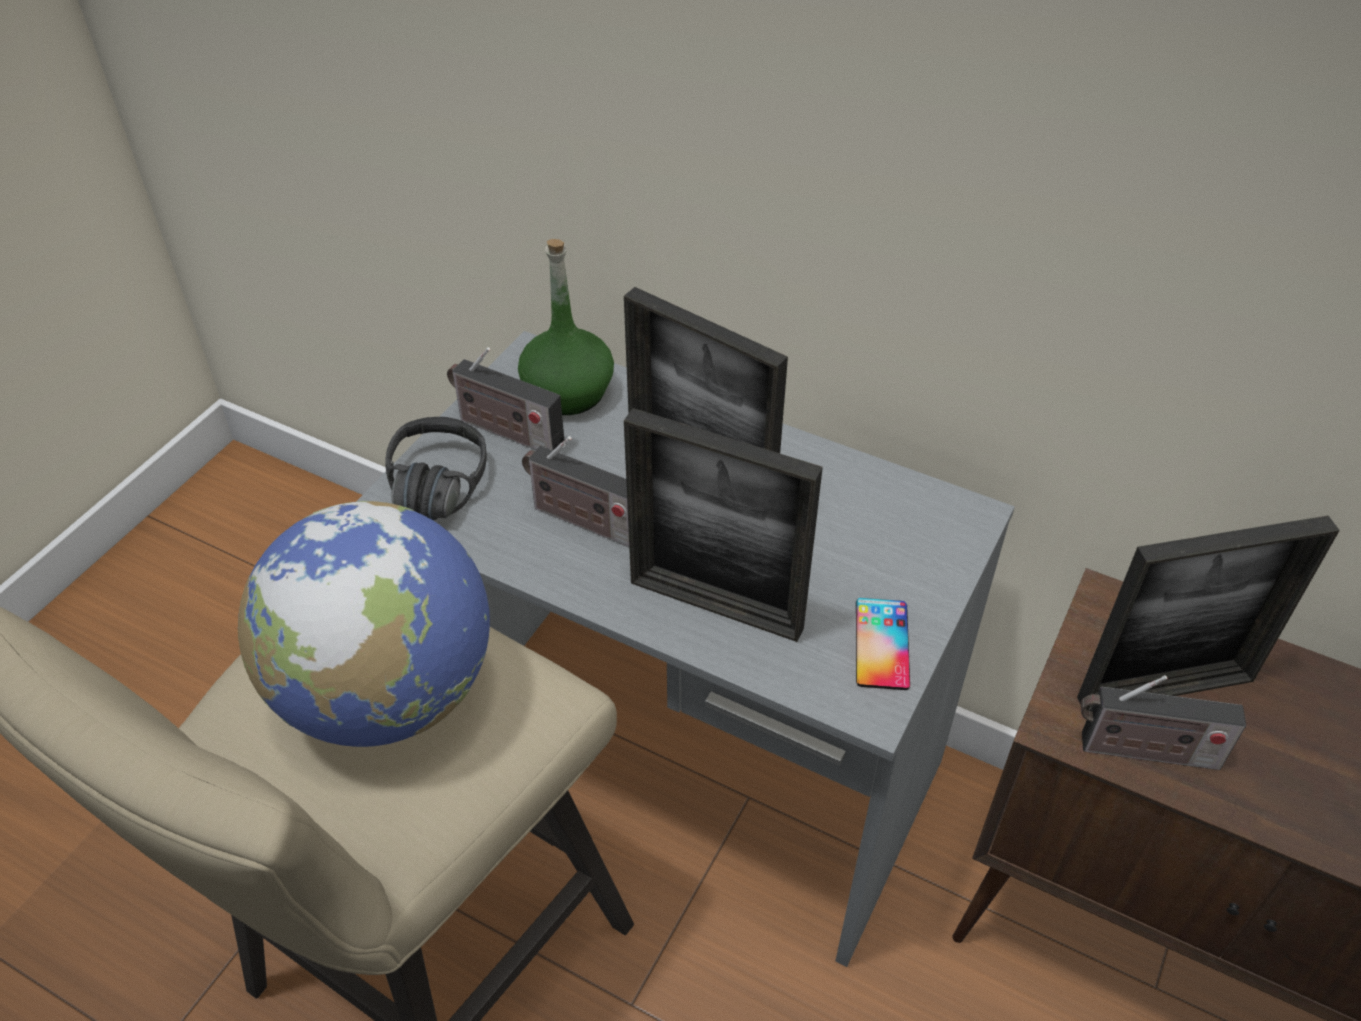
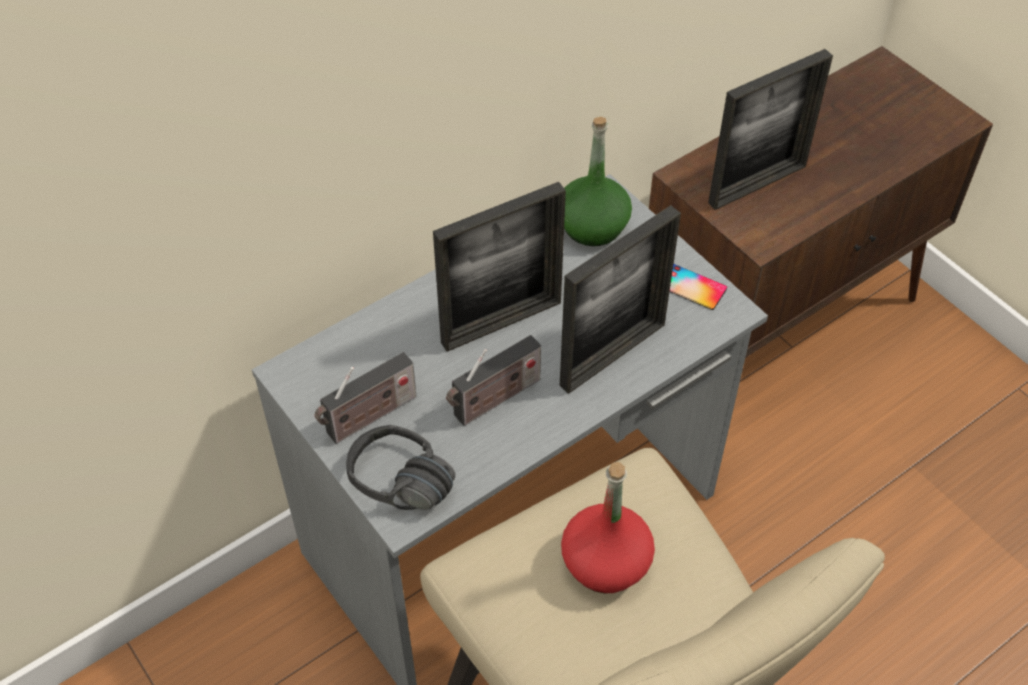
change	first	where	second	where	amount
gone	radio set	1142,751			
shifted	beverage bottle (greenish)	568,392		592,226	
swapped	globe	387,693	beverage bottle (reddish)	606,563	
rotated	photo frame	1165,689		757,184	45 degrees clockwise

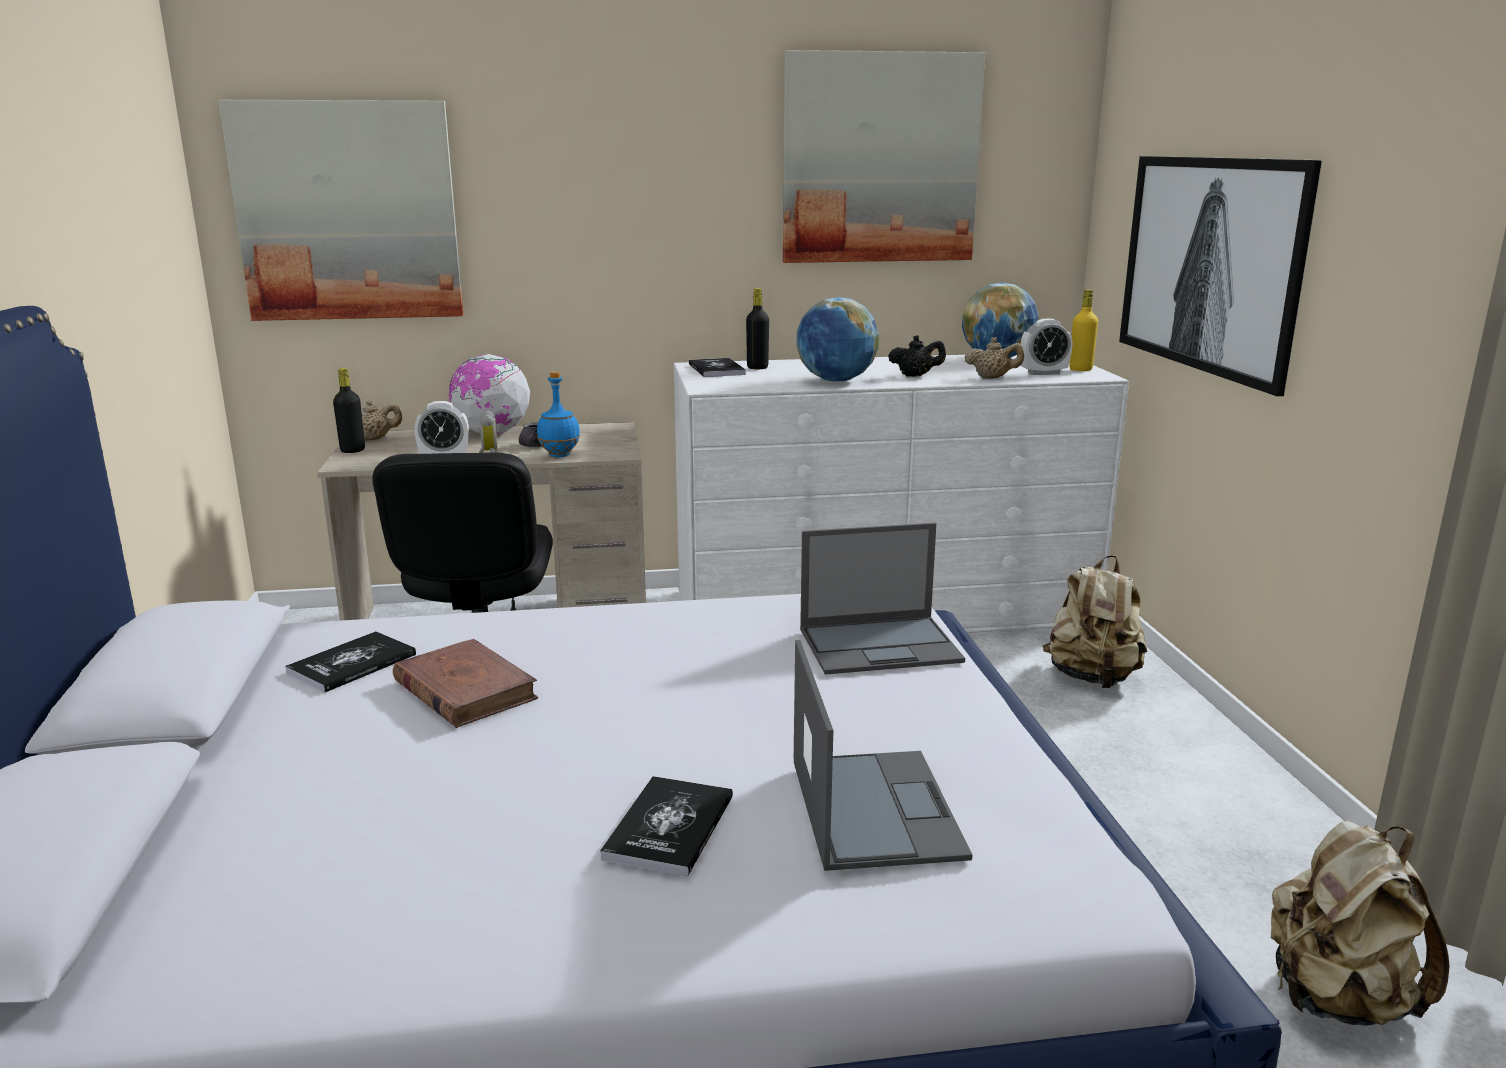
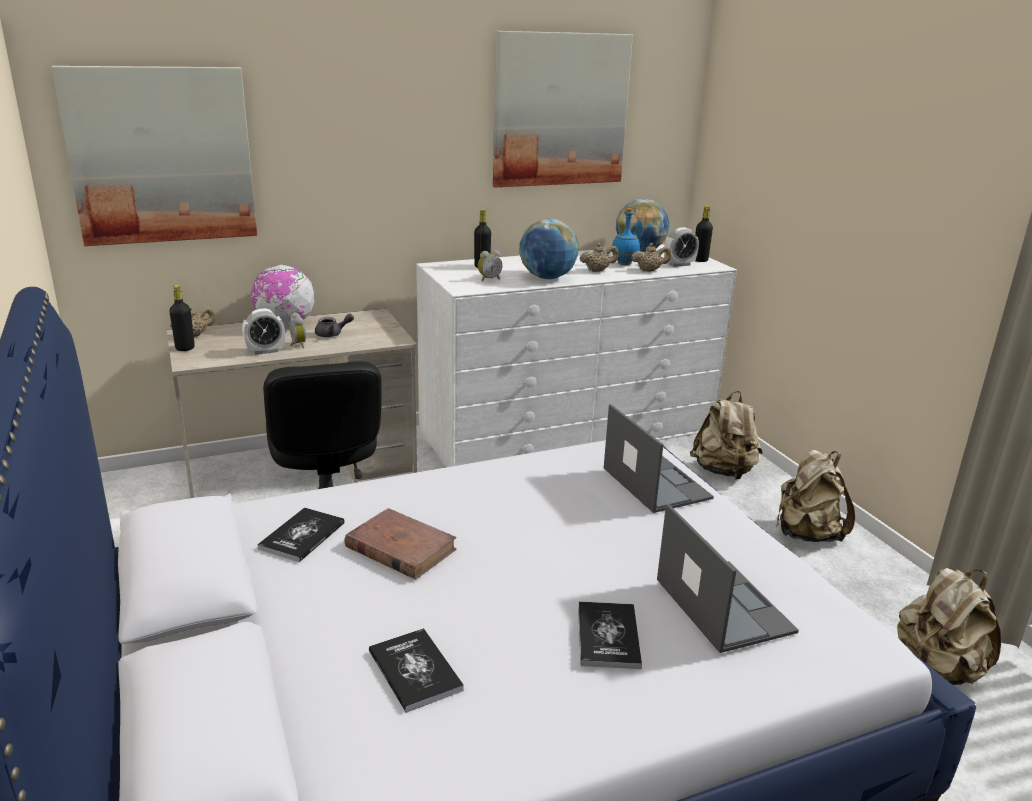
change	first	where	second	where	amount
gone	wall picture	1212,264			
new			table clock	489,279	
new			rucksack (beige)	806,534	
shifted	beverage bottle (blue-coloured)	560,455		624,263	
shifted	volume	716,369		415,671	
repainted	teapot (blackish)	916,376	teapot (beige)	597,270	
repainted	beverage bottle (yellowish)	1080,369	beverage bottle (blackish)	700,260	
rotated	portable computer	881,645		655,482	90 degrees counterclockwise

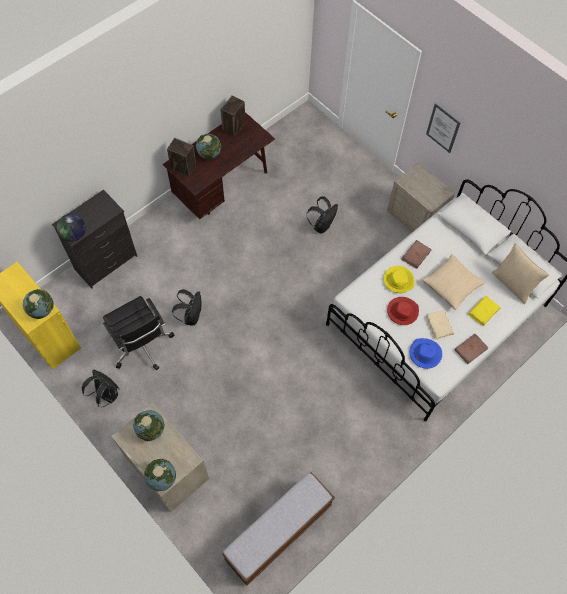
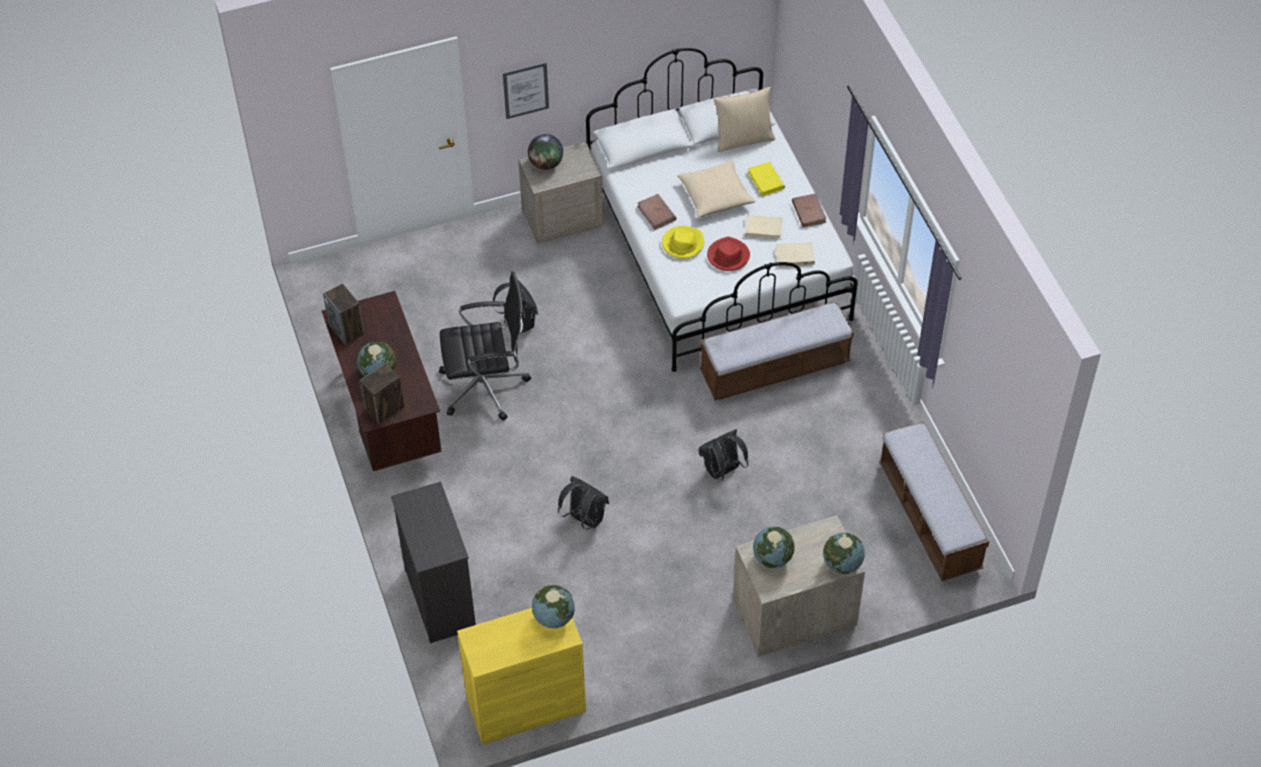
change	first	where	second	where	amount
new			long seat	775,368	
shifted	globe	74,235		546,164	
shifted	rucksack (blackish)	106,395		722,471	
shifted	desk chair (blackish)	142,346		487,386	
swapped	hat (blue-coloured)	425,354	volume (beige)	794,256	

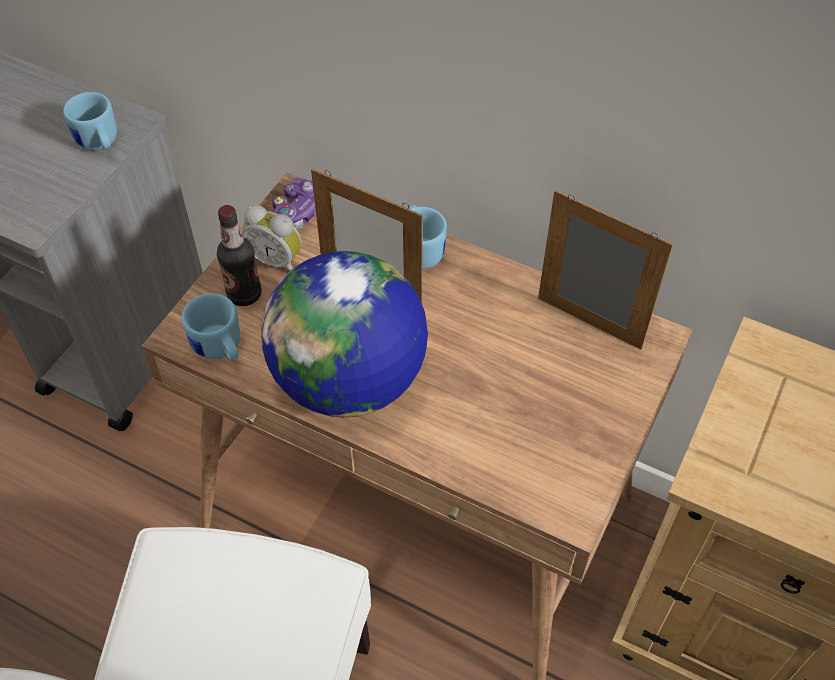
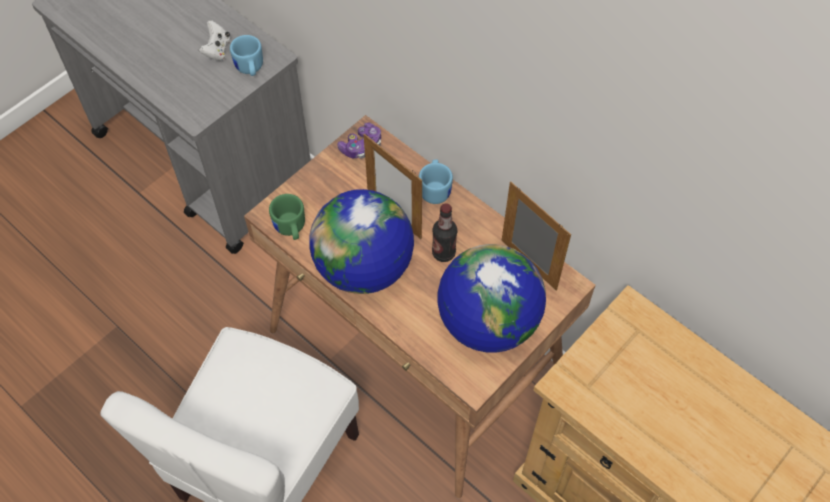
change	first	where	second	where	amount
gone	table clock	277,260			
new			joypad (white-coloured)	217,50	
new			globe	487,322	
shifted	beverage bottle	244,294		443,253	
repainted	mug (blue-coloured)	220,349	mug (greenish)	290,229	

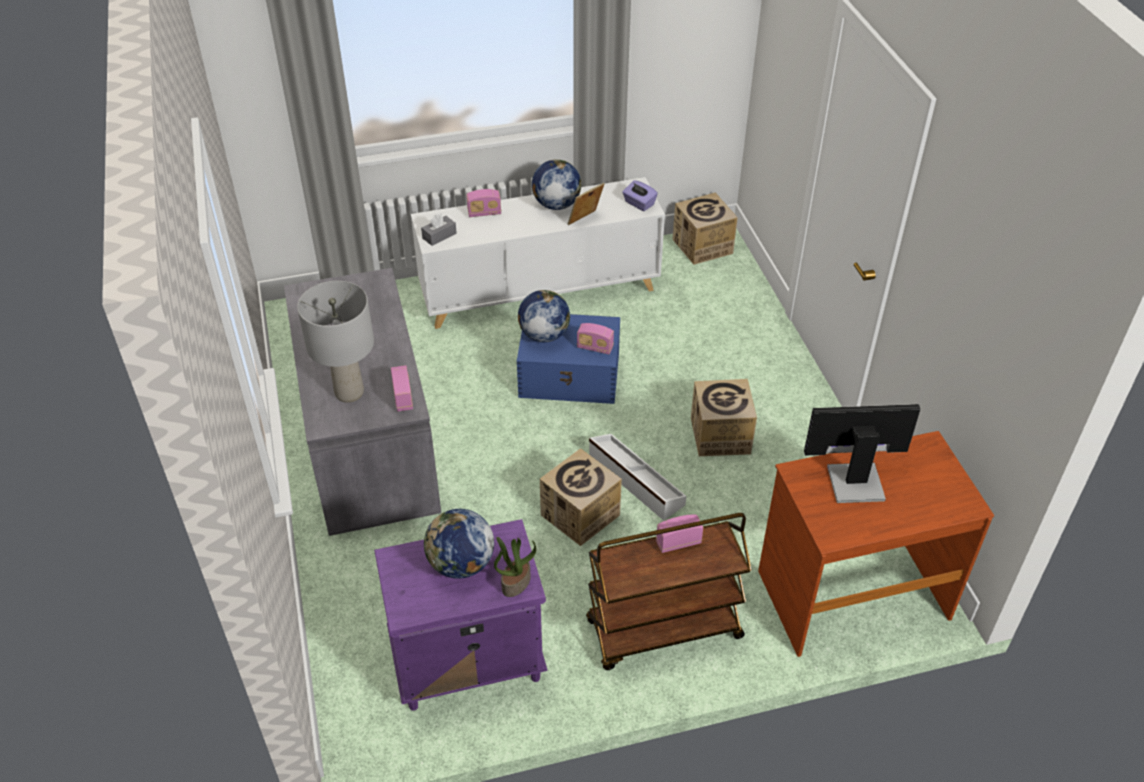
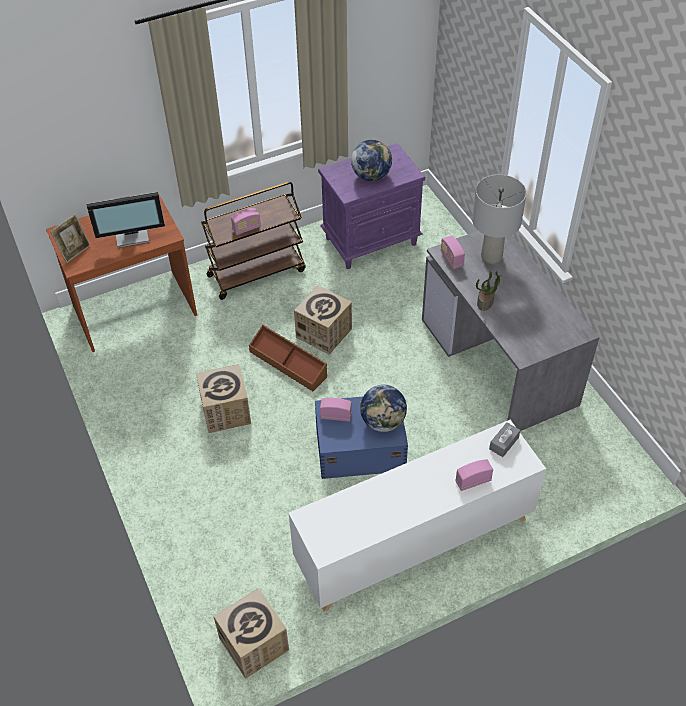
change	first	where	second	where	amount
gone	globe	556,204			
gone	tissue box (purple-coloured)	639,204			
shifted	potted plant	516,582		485,302	
shifted	photo frame	585,221		74,251	
repainted	storage bin (white-coloured)	635,481	storage bin (brown)	288,363	

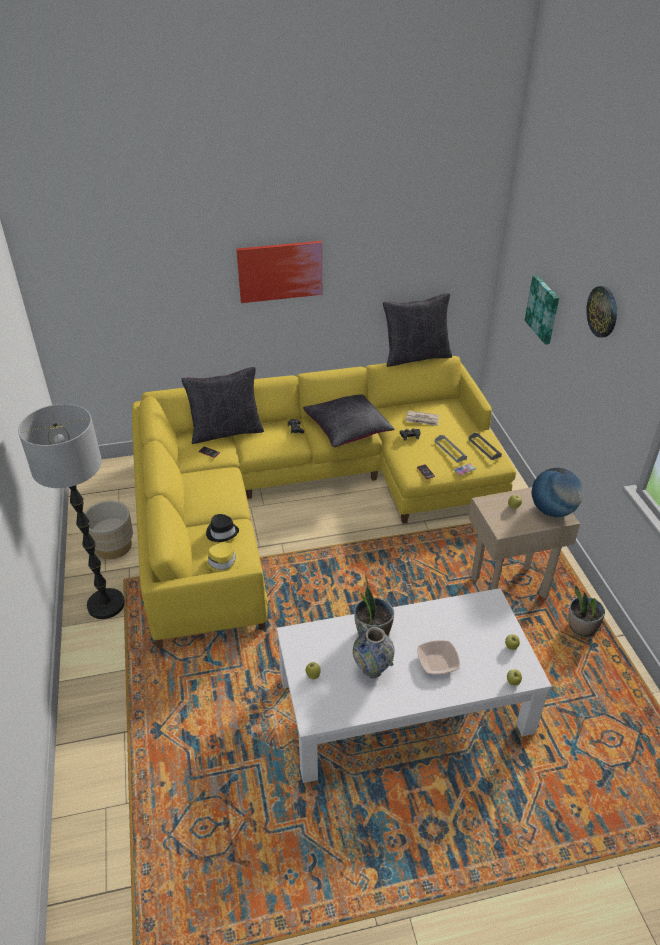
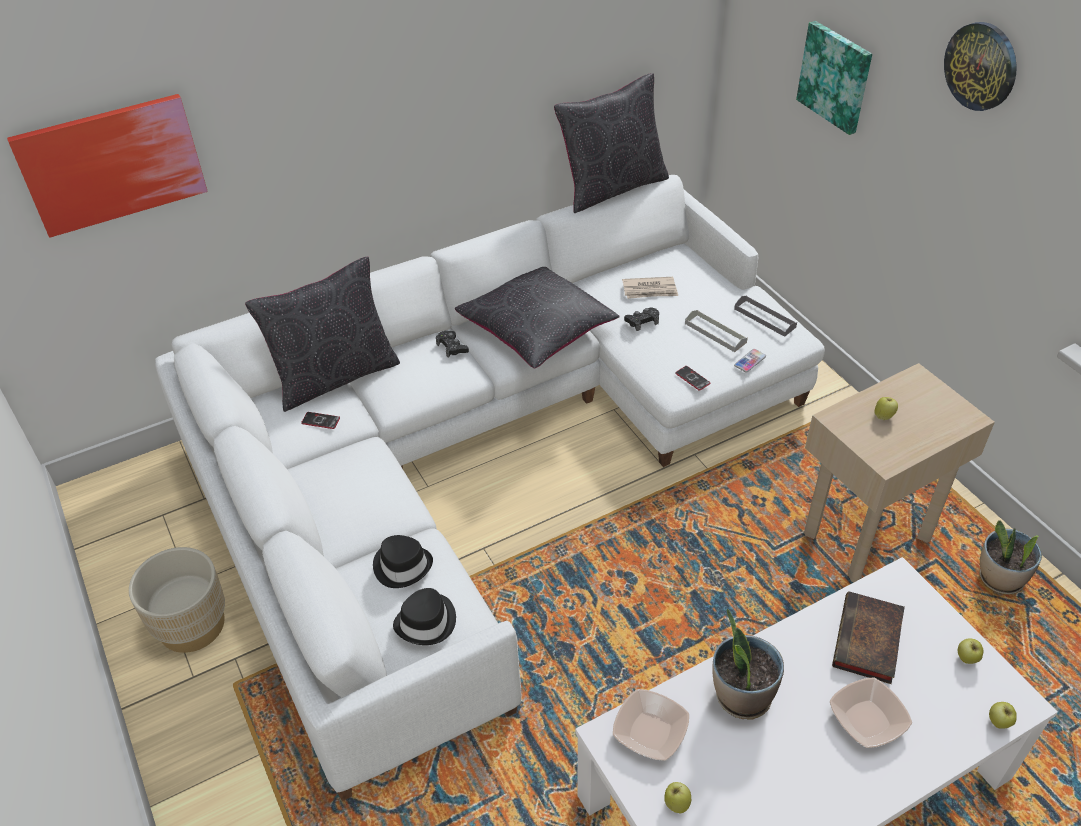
change	first	where	second	where	amount
gone	standing lamp	106,604			
gone	vase	372,670			
gone	globe	552,510			
new			serving bowl	650,731	
new			volume	868,642	
shifted	wall picture	280,271		112,164	
repainted	settee (yellowish)	303,494	settee (white-coloured)	484,451	
repainted	hat (yellowish)	223,562	hat (blackish)	427,622	

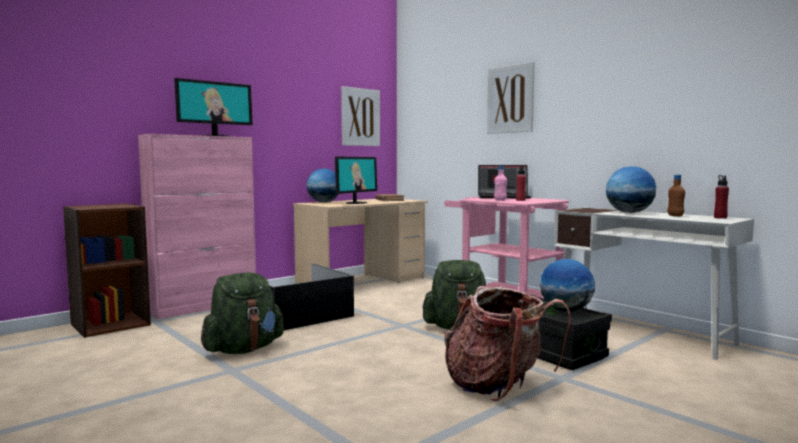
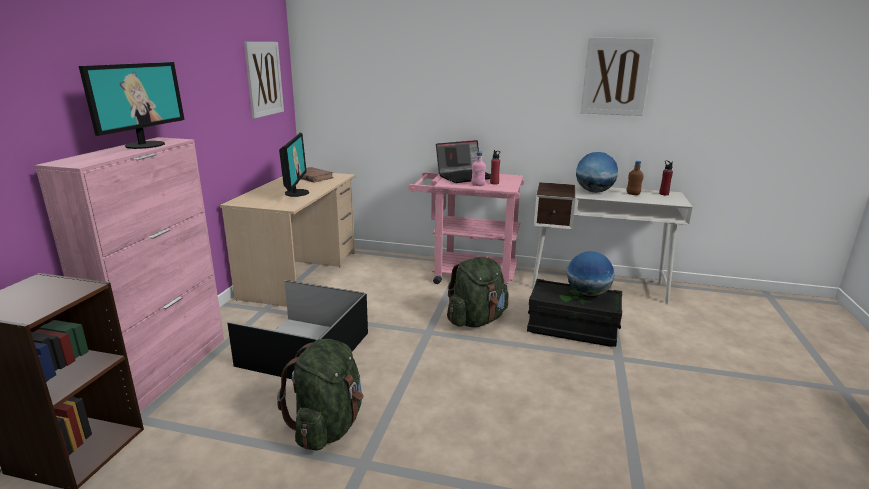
change	first	where	second	where	amount
gone	globe	324,202			
gone	rucksack	498,386			
shifted	wall picture	510,99		615,77	

